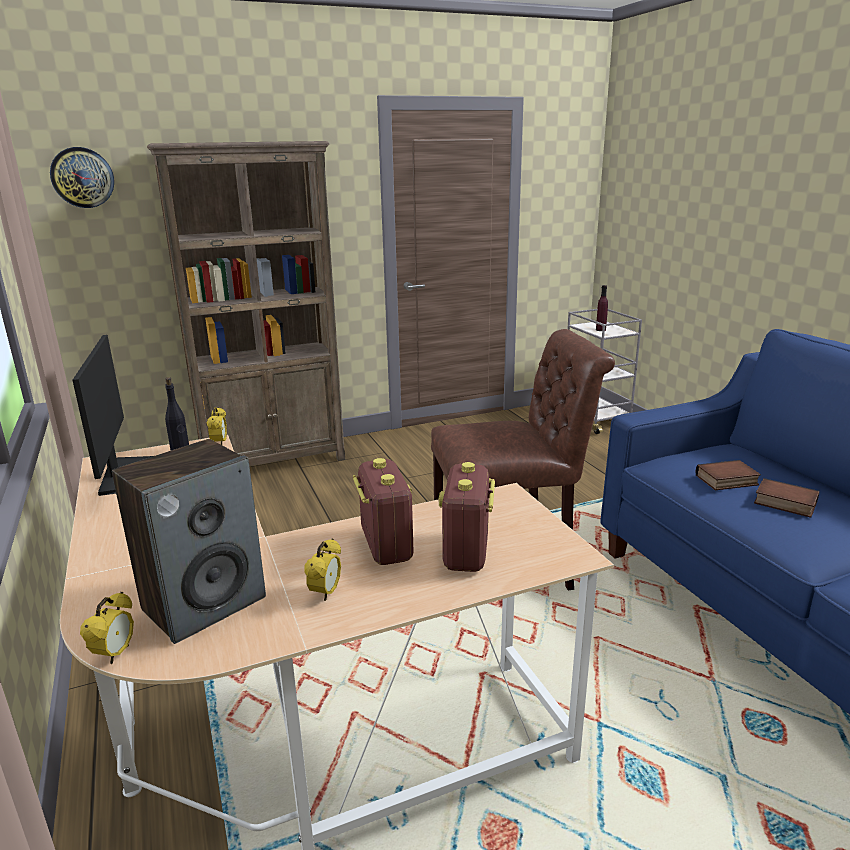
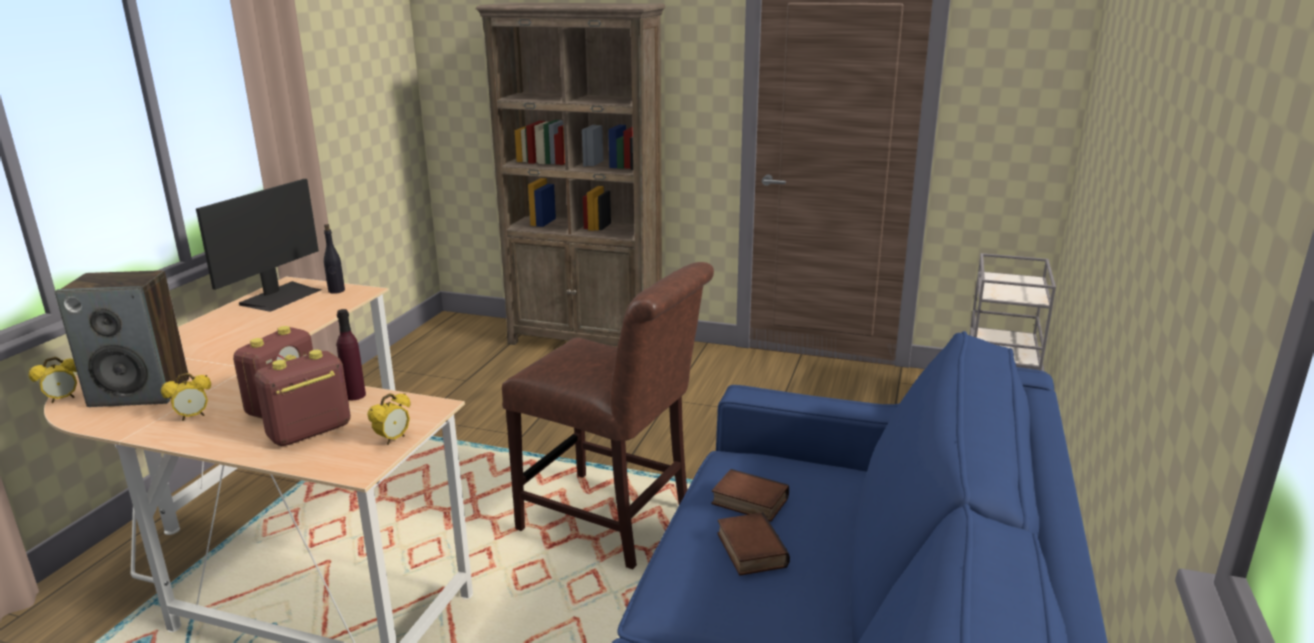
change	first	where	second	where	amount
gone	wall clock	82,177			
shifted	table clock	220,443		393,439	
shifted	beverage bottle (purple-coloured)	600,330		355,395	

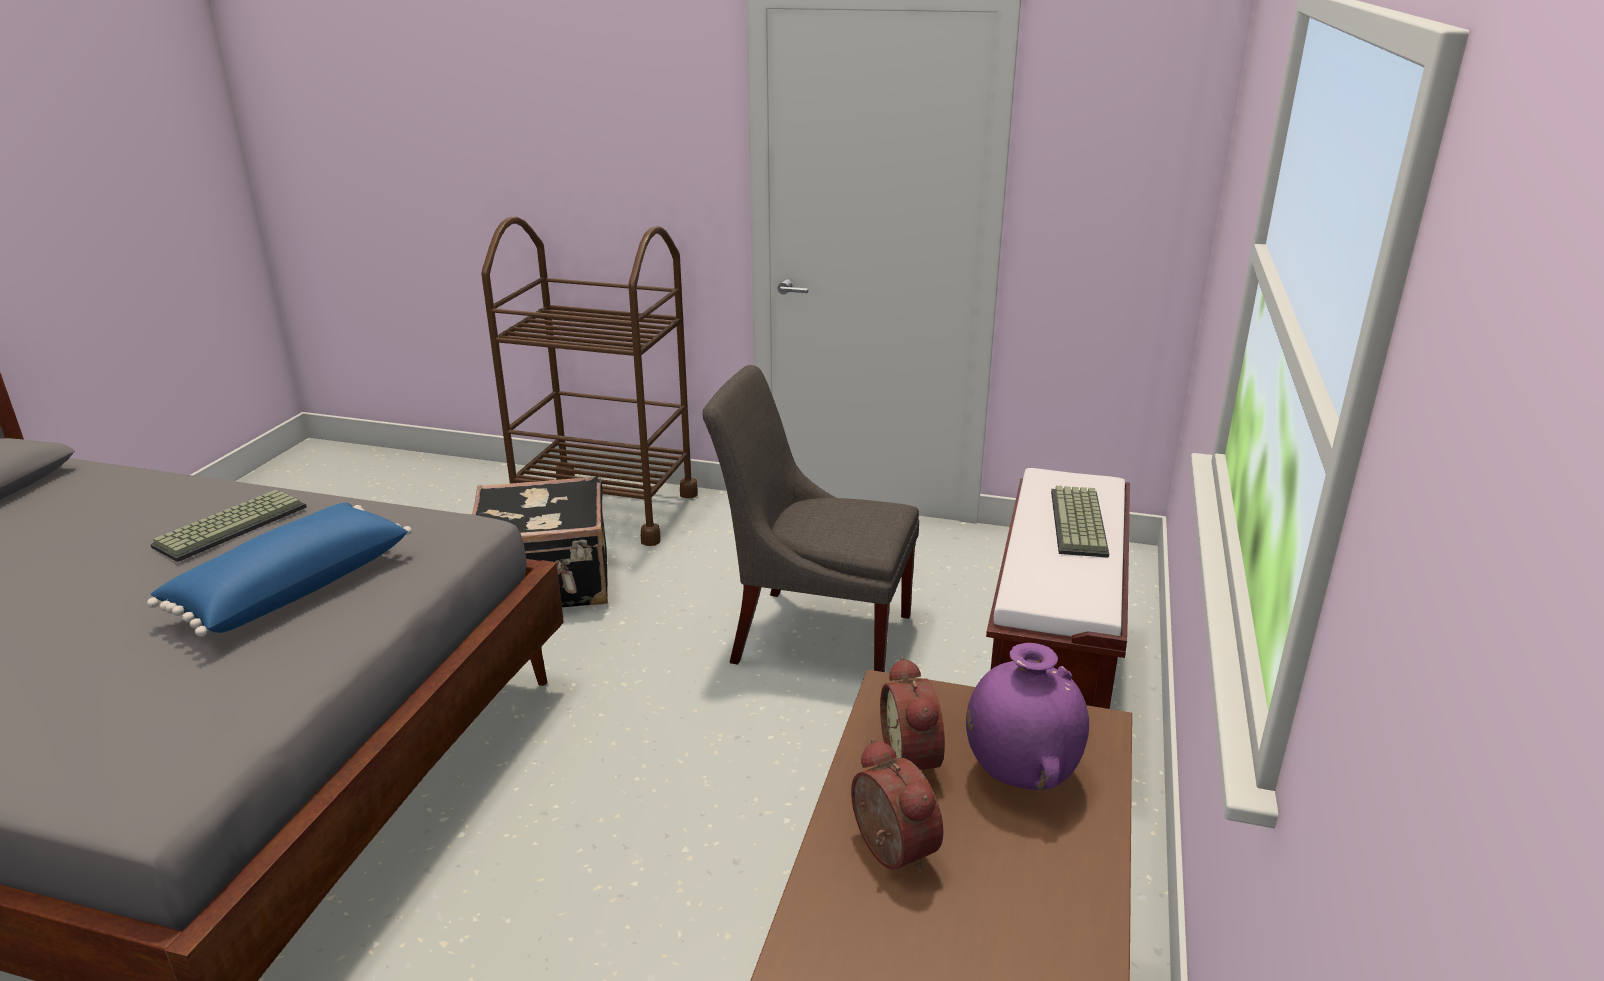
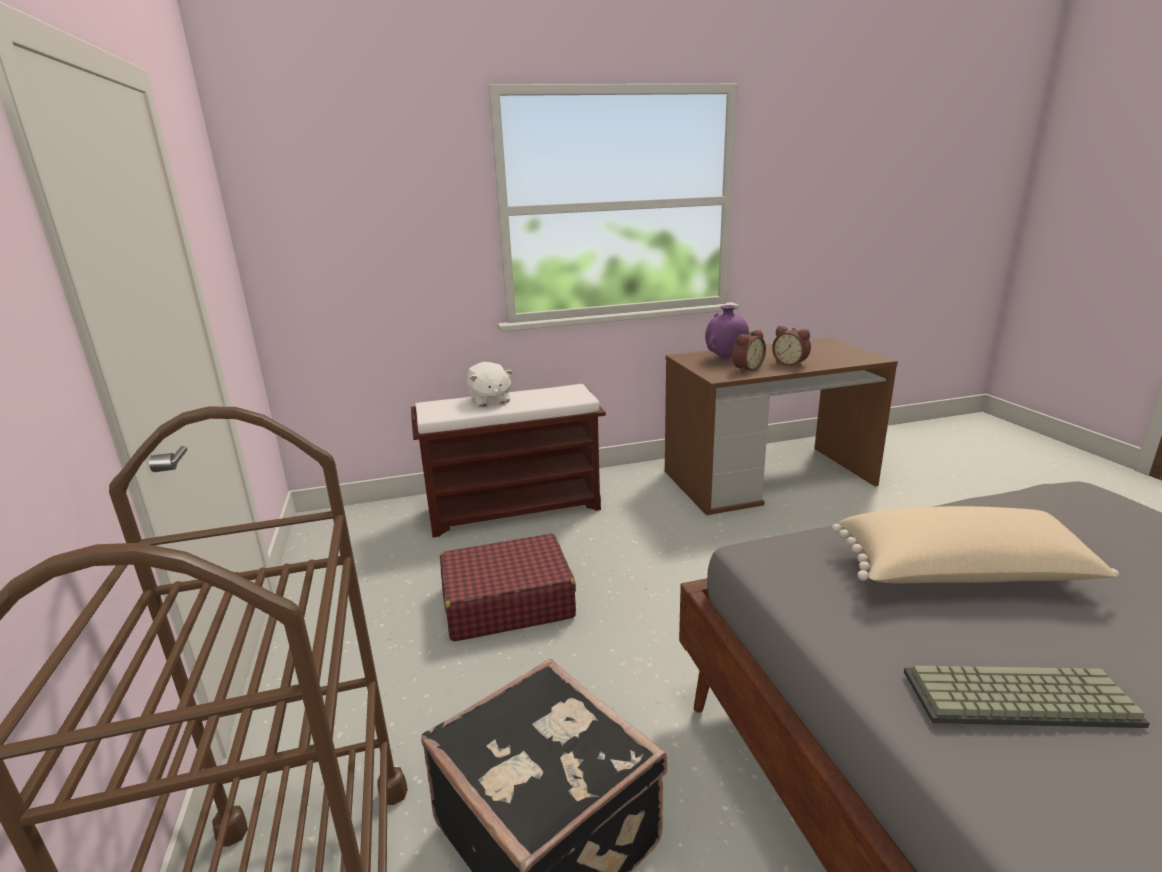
change	first	where	second	where	amount
swapped	plain chair (gray)	814,635	travel case (reddish)	507,602	
swapped	computer keyboard	1080,523	cuddly toy (white-coloured)	489,400	
repainted	throw pillow (blue-coloured)	291,588	throw pillow (beige)	960,576	
rotated	table clock	888,851		791,363	75 degrees counterclockwise

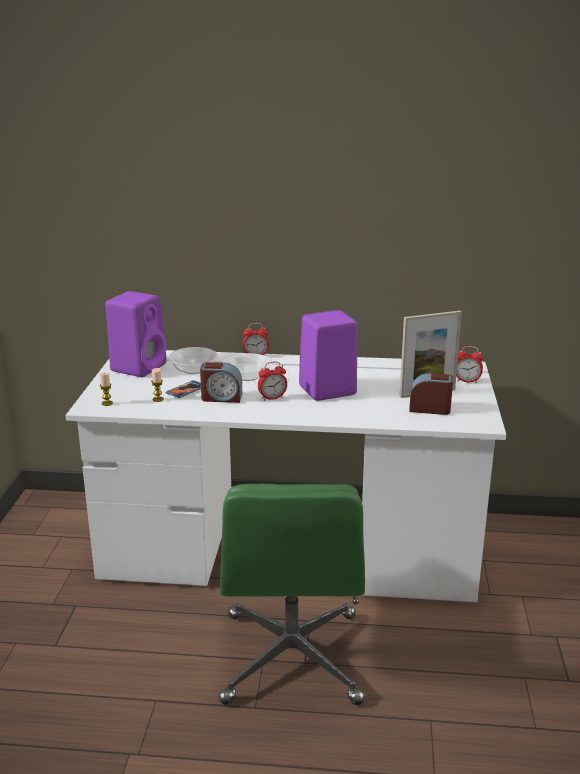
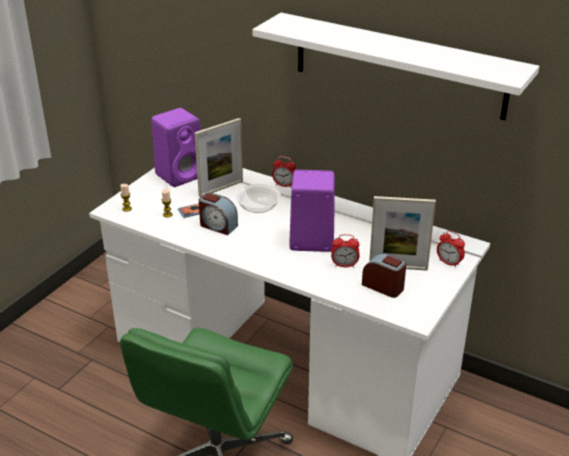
change	first	where	second	where	amount
new			bracket shelf (white-coloured)	398,65	
shifted	table clock	272,398		344,265	
swapped	serving bowl	193,370	photo frame	221,188	

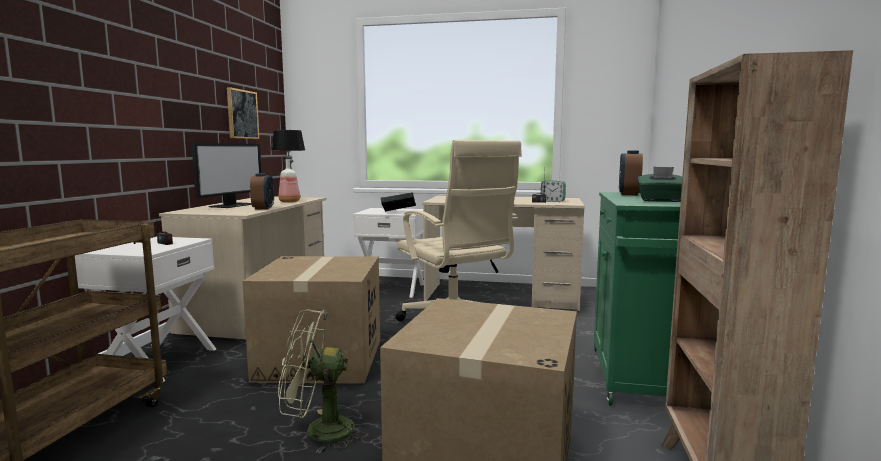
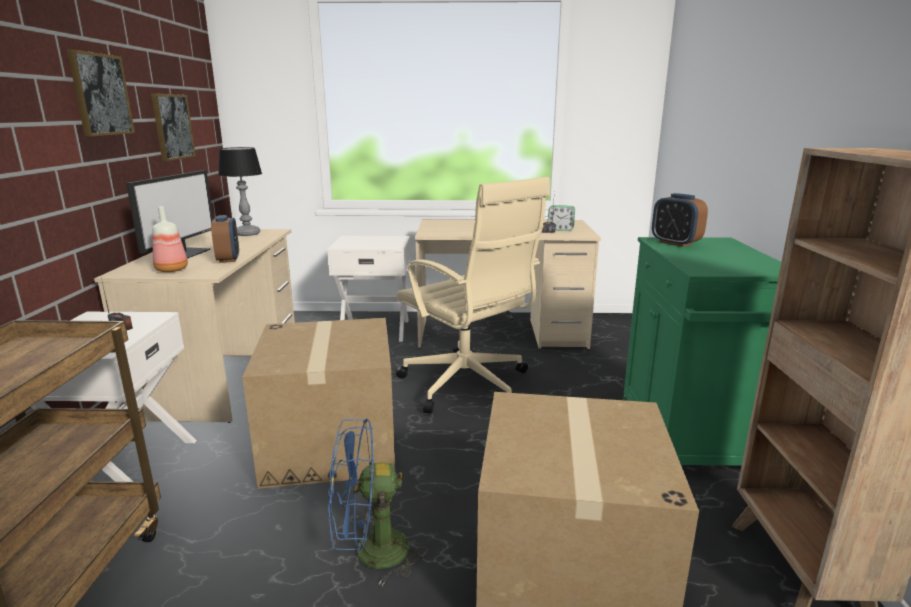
change	first	where	second	where	amount
gone	volume	398,212			
gone	tissue box (greenish)	661,200			
new			wall picture	100,94	
shifted	beverage bottle	290,202		172,270	
repainted	electric fan (greenish)	318,432	electric fan (blue-coloured)	370,553	
rotated	table clock	629,194		675,243	45 degrees counterclockwise

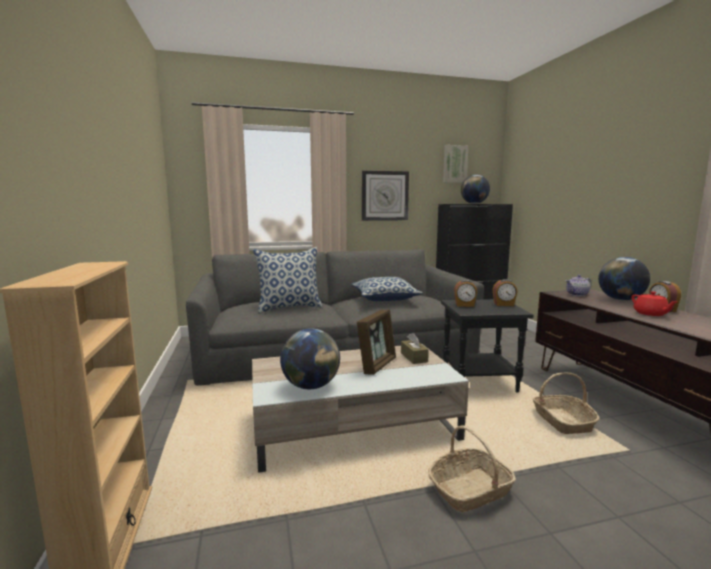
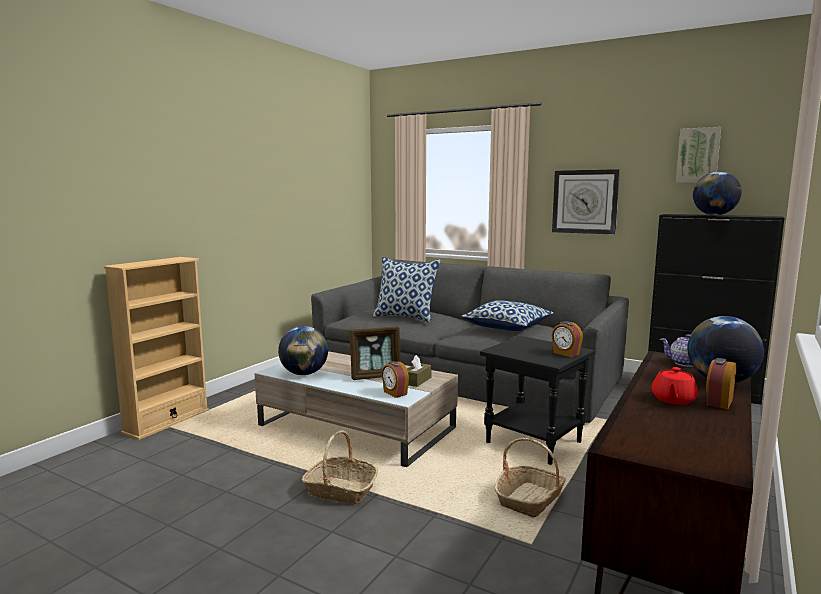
change	first	where	second	where	amount
shifted	table clock	464,305		394,393	

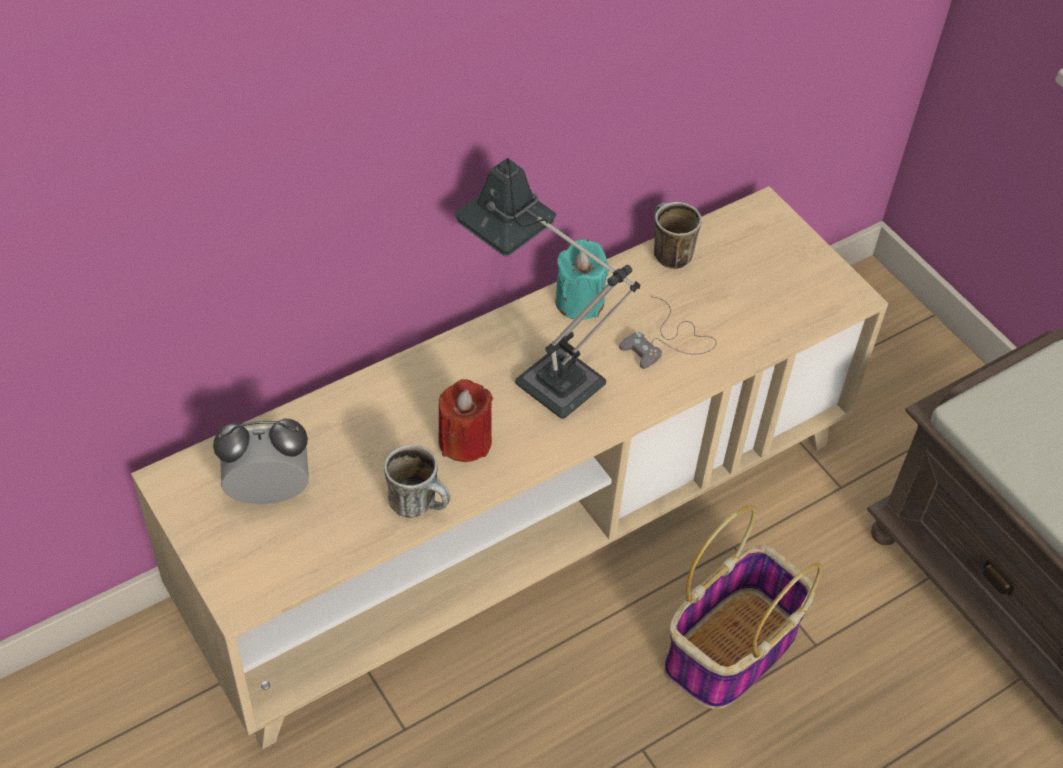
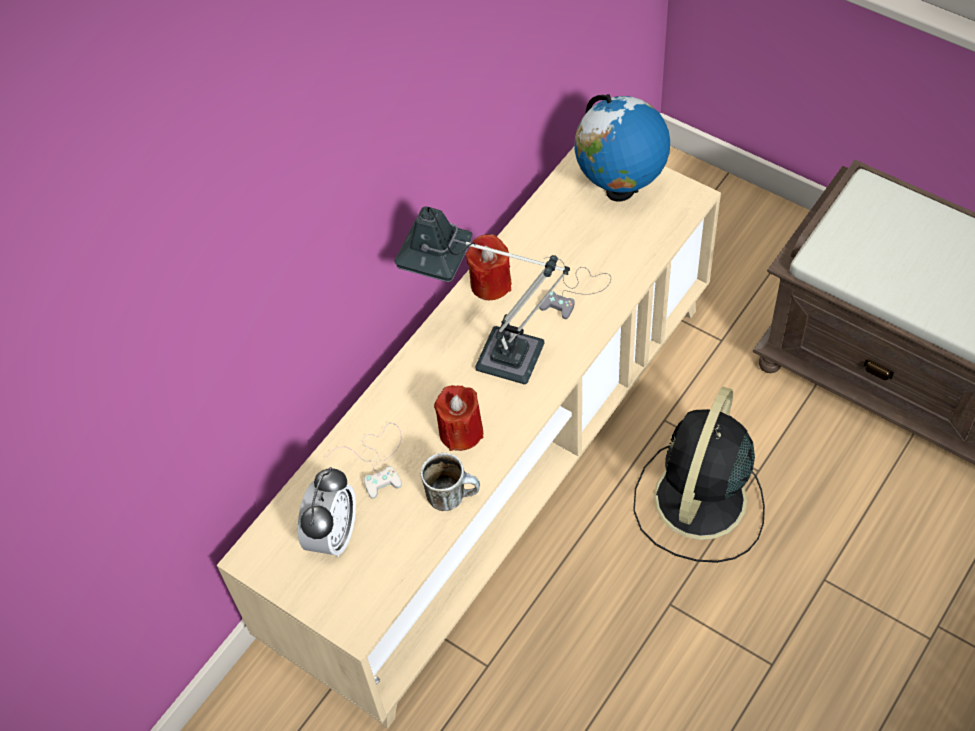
change	first	where	second	where	amount
gone	mug	667,253			
new			joypad (white-coloured)	377,459	
new			globe	620,190	
swapped	household basket	730,651	electric fan (blackish)	698,502	
repainted	wax candle (blue-green)	579,301	wax candle (reddish)	490,284	
rotated	table clock	268,493		333,535	135 degrees clockwise

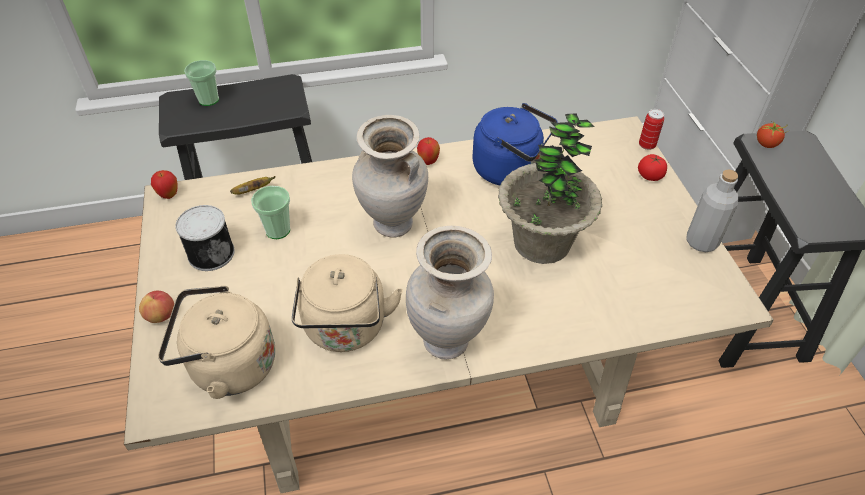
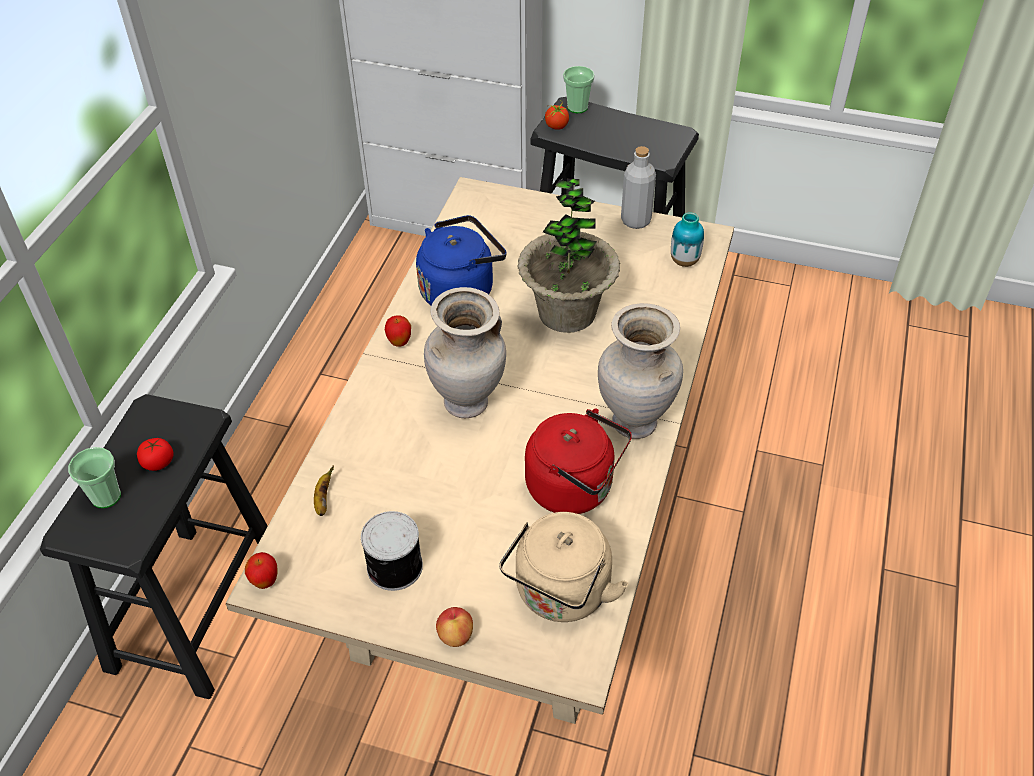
change	first	where	second	where	amount
gone	can	647,145			
new			vase	684,261	
shifted	drinking cup	278,230		577,107	
shifted	tomato	650,176		158,462	
repainted	tea kettle (beige)	346,330	tea kettle (reddish)	575,488	

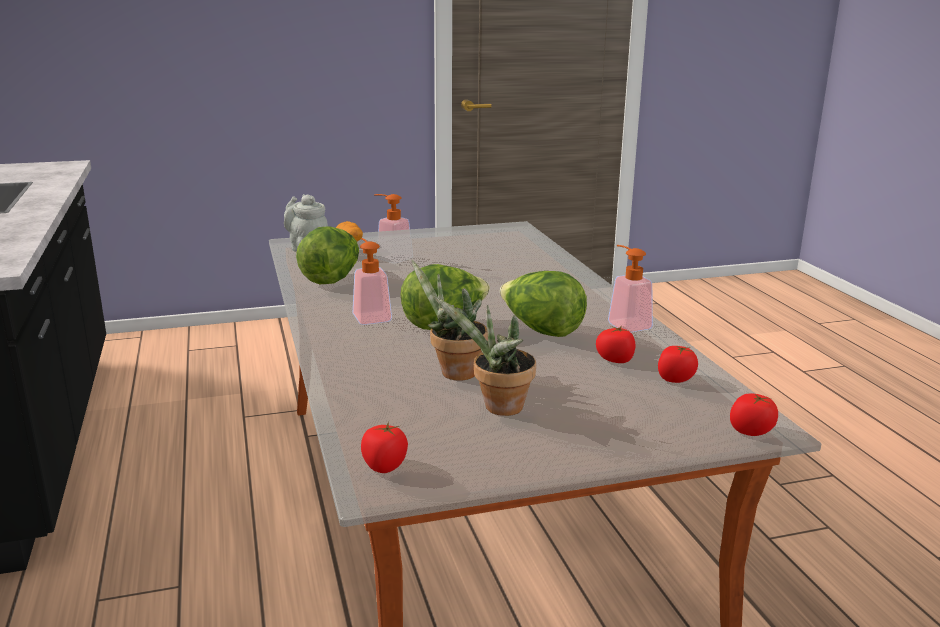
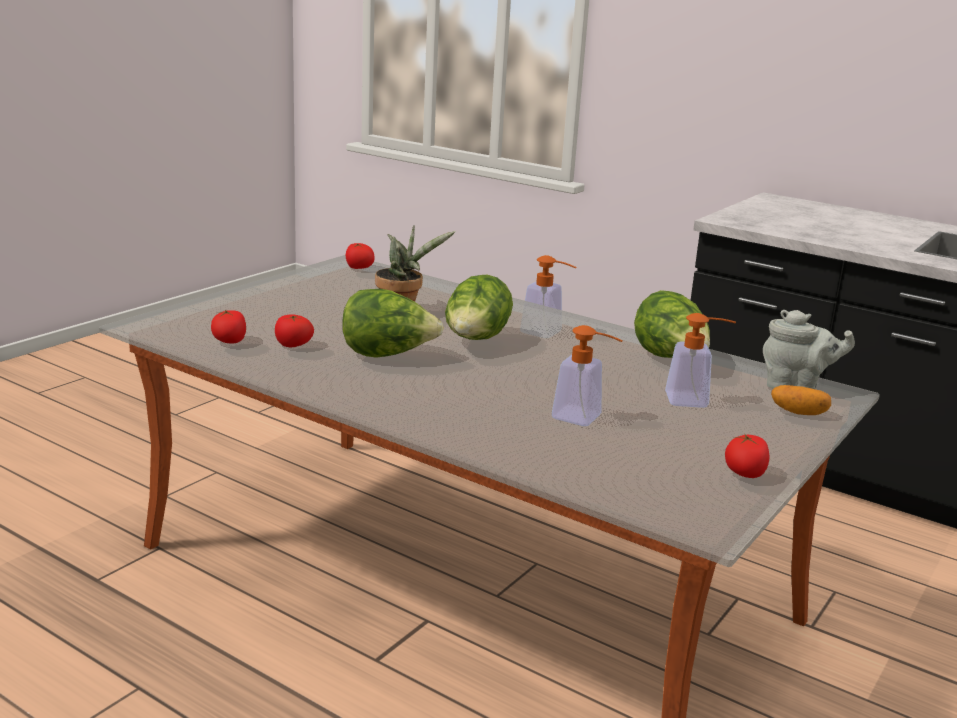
change	first	where	second	where	amount
gone	potted plant	497,408			
shifted	soap dispenser	625,323		584,419	
shifted	tomato	751,431		745,474	

